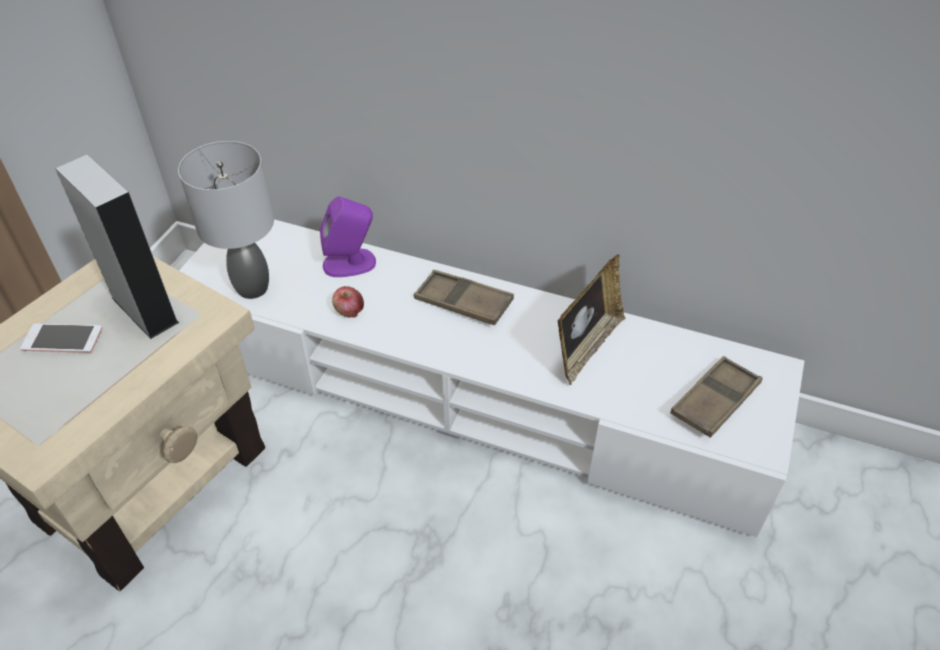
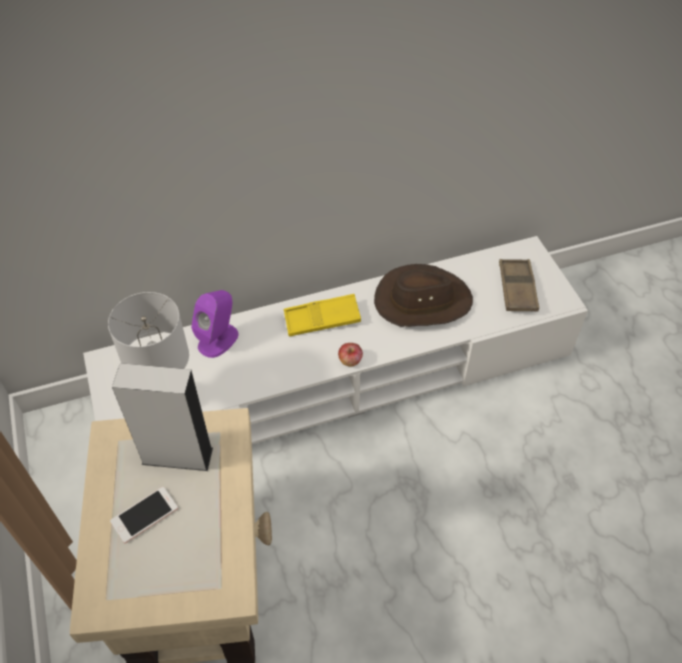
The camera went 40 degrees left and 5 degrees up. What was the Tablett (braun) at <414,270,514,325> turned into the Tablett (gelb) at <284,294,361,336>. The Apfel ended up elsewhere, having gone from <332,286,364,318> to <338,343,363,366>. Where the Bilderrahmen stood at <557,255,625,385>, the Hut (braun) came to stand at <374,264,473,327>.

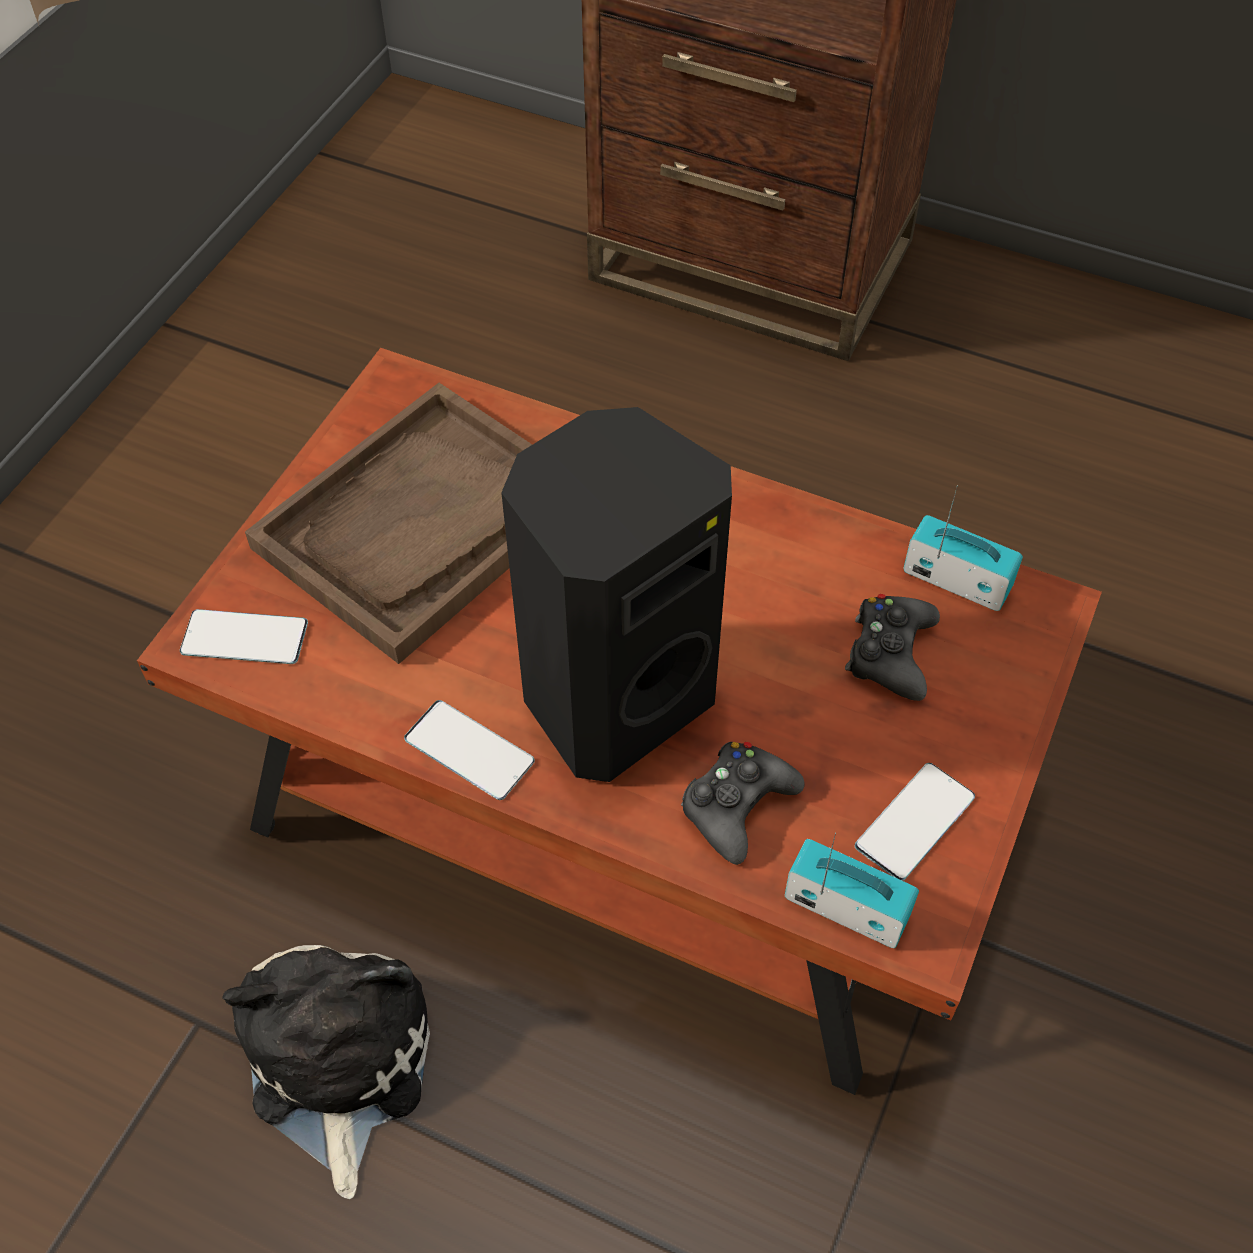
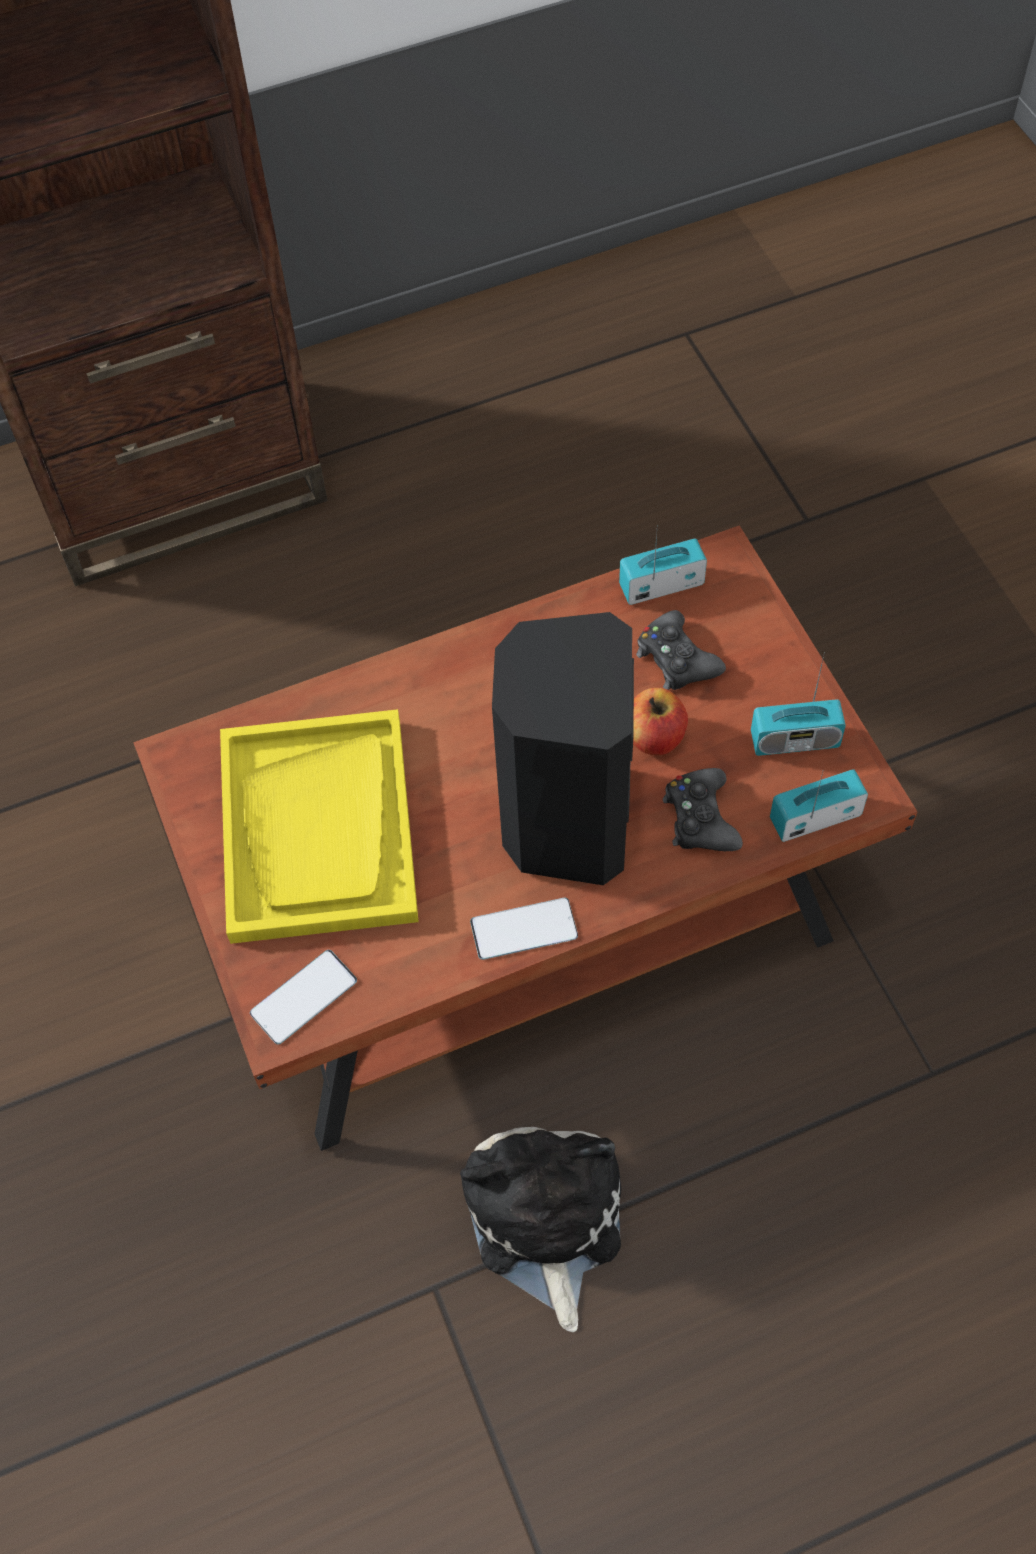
The camera went 45 degrees left and 5 degrees up. What was the Tablett (braun) at <245,383,532,664> turned into the Tablett (gelb) at <220,709,419,944>. The Plüschtier at <222,945,430,1199> ended up facing another way, 45 degrees clockwise from before. The second view gained the Apfel at <633,688,688,755>. Where the Handy stood at <855,763,975,881>, the Radio came to stand at <751,652,846,756>.

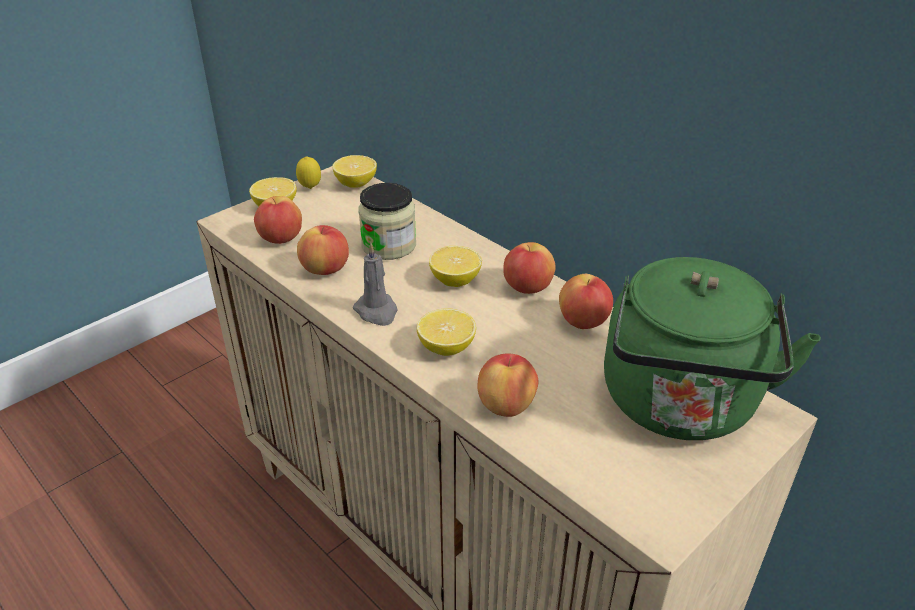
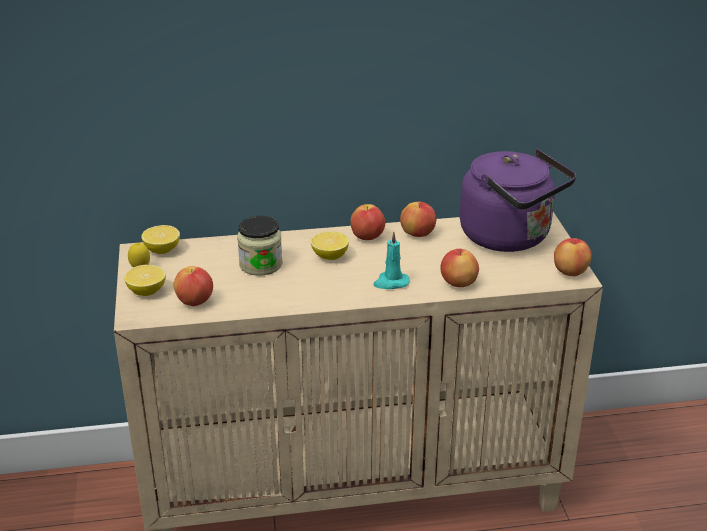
The camera went 55 degrees left and 5 degrees down. Where the Zitrone stood at <417,308,476,356>, the Kerze (türkis) came to stand at <373,231,410,289>. What was the Wasserkessel (grün) at <604,257,821,440> turned into the Wasserkessel (lila) at <460,149,576,252>. The Apfel ended up elsewhere, having gone from <297,225,349,275> to <554,238,592,276>. The second view lost the Kerze (grau) at <353,242,397,326>.

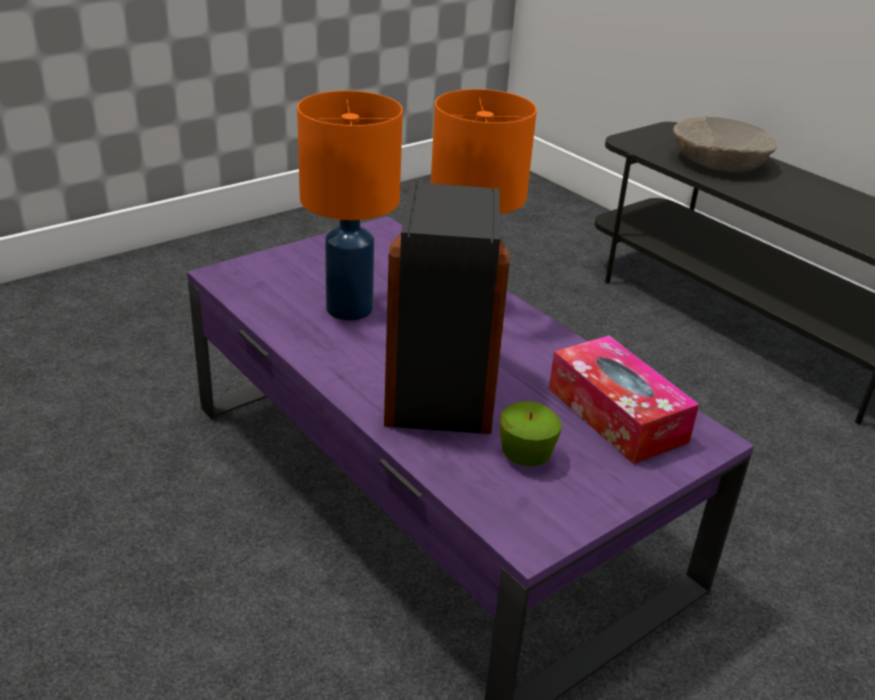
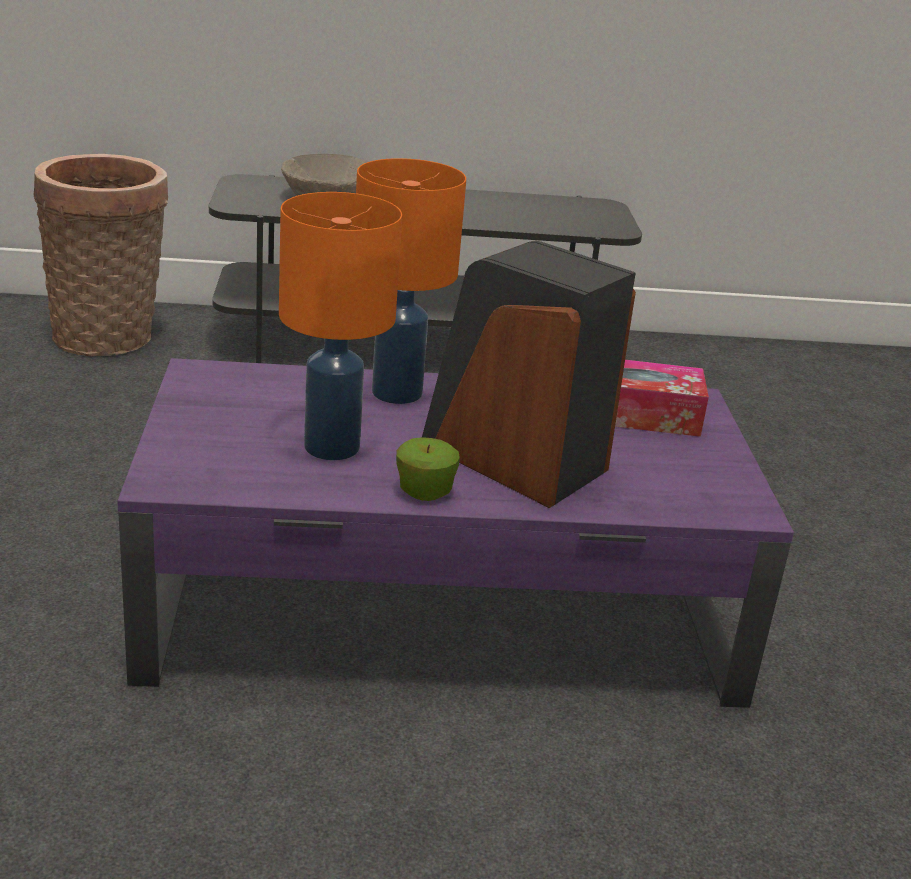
The camera went 55 degrees left and 5 degrees down. The second view gained the Korb at <34,154,168,357>. The Apfel ended up elsewhere, having gone from <500,401,562,466> to <396,437,460,501>.

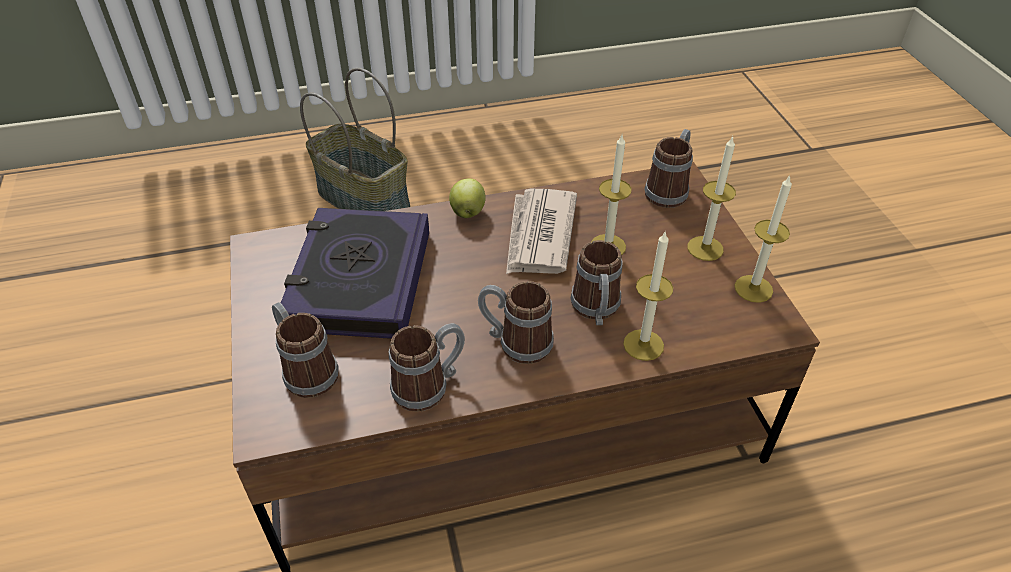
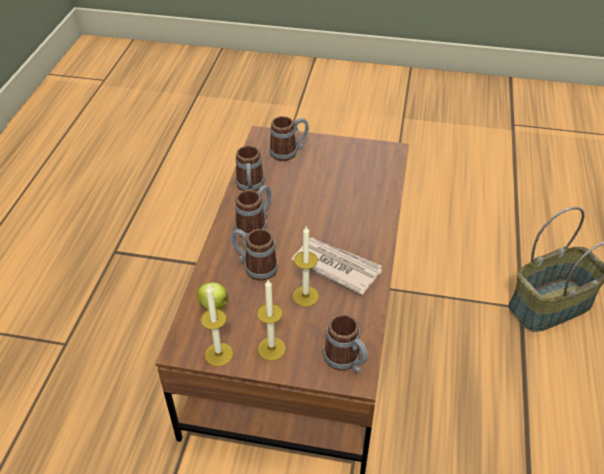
The camera went 115 degrees right and 0 degrees up. The Apfel ended up elsewhere, having gone from <449,178,486,218> to <197,282,228,310>. The second view lost the Buch at <281,208,429,339>. The second view lost the Kerze at <623,230,673,361>.

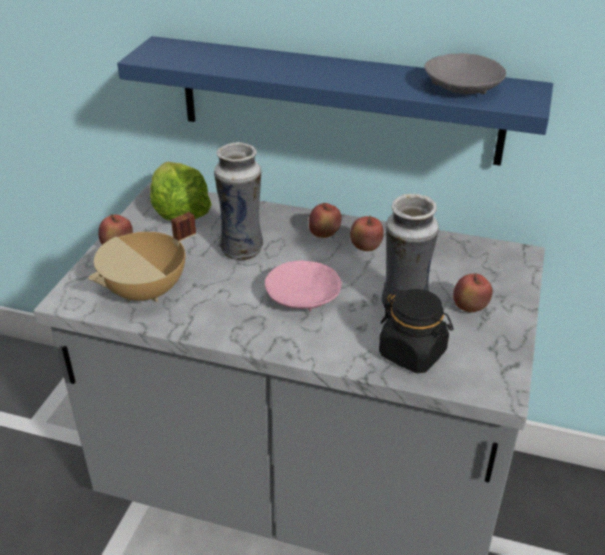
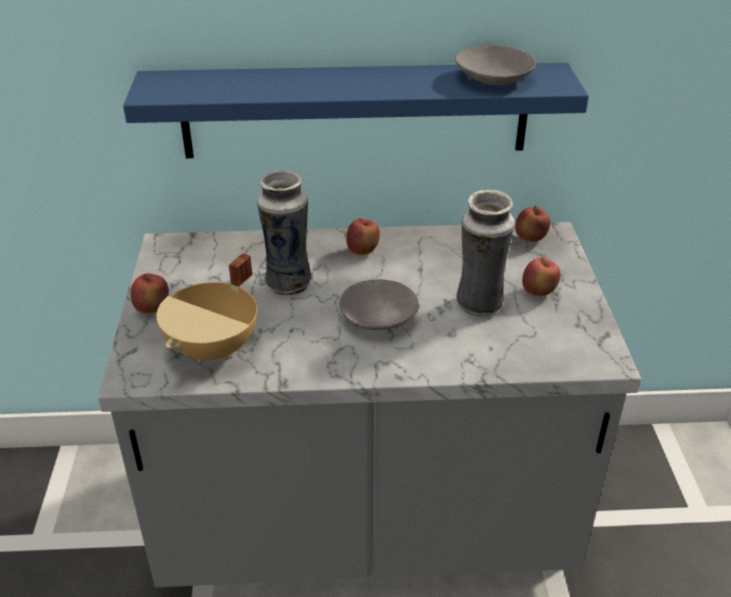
The camera went 20 degrees left and 0 degrees up. What was the Schüssel (rosa) at <265,260,342,311> turned into the Schüssel (grau) at <339,279,419,330>. The Apfel ended up elsewhere, having gone from <350,216,384,251> to <515,206,550,242>. The second view lost the Salatkopf at <150,162,212,221>. The second view lost the Vorratsglas (schwarz) at <379,289,453,373>.

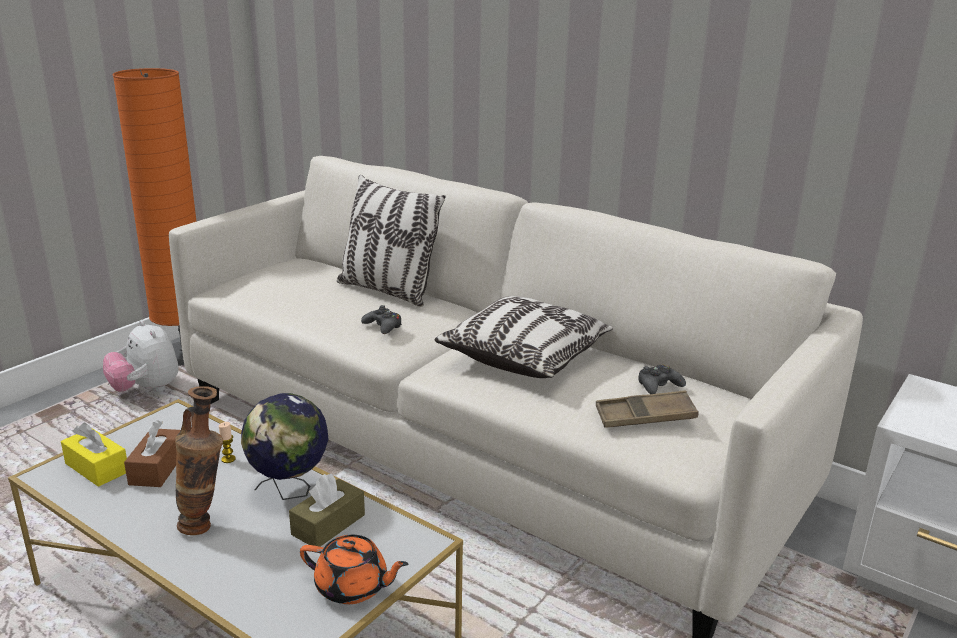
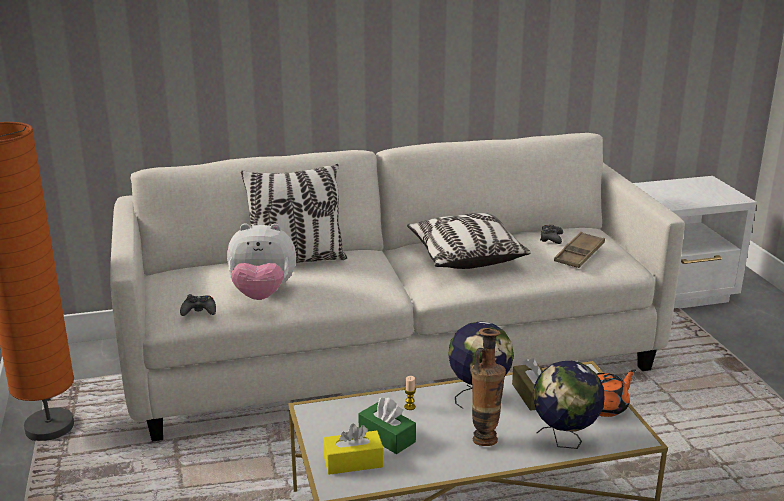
The camera went 50 degrees left and 0 degrees up. The Gamepad (schwarz) ended up elsewhere, having gone from <361,305,402,334> to <180,294,216,316>. The Plüschtier ended up elsewhere, having gone from <103,320,178,392> to <227,223,296,300>. What was the Taschentuchbox (braun) at <124,420,181,487> turned into the Taschentuchbox (grün) at <358,397,416,454>. The second view gained the Globus at <533,361,605,449>.

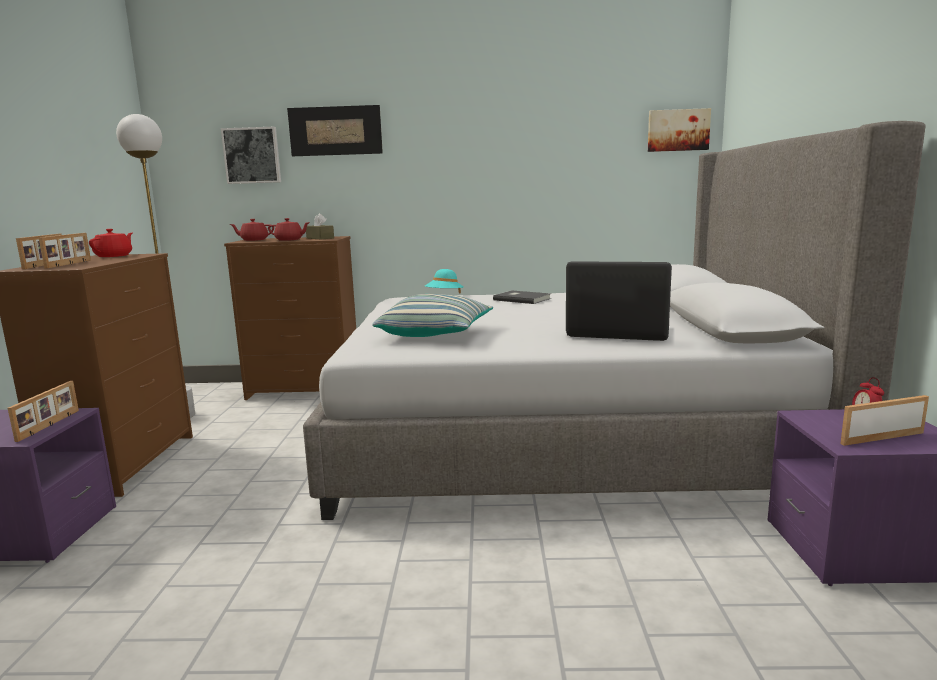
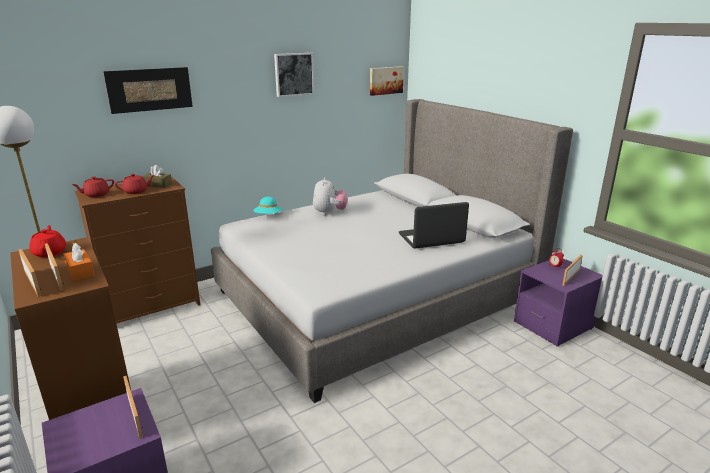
The camera went 35 degrees left and 10 degrees up. The second view gained the Taschentuchbox (orange) at <63,243,95,281>. The Bild ended up elsewhere, having gone from <221,127,281,184> to <274,53,314,97>. Where the Buch (grau) stood at <493,290,551,304>, the Plüschtier came to stand at <313,177,348,215>. The second view lost the Kissen at <372,294,493,337>.

